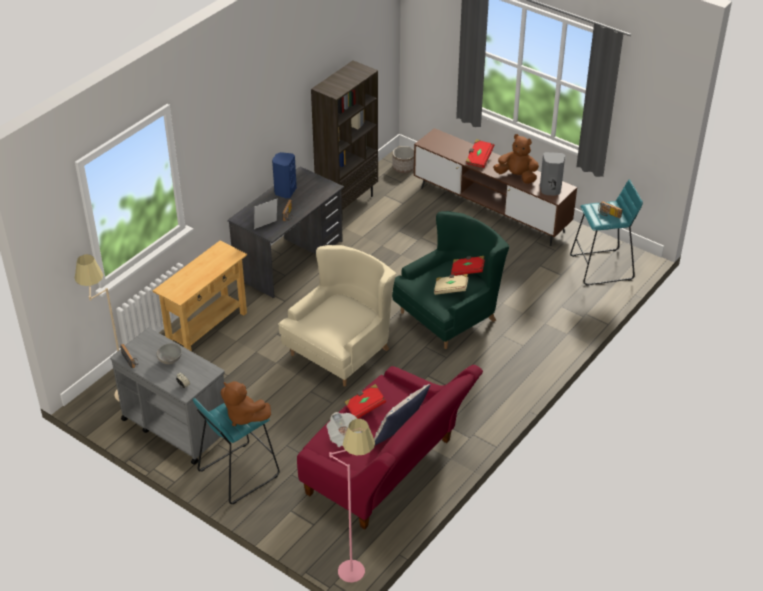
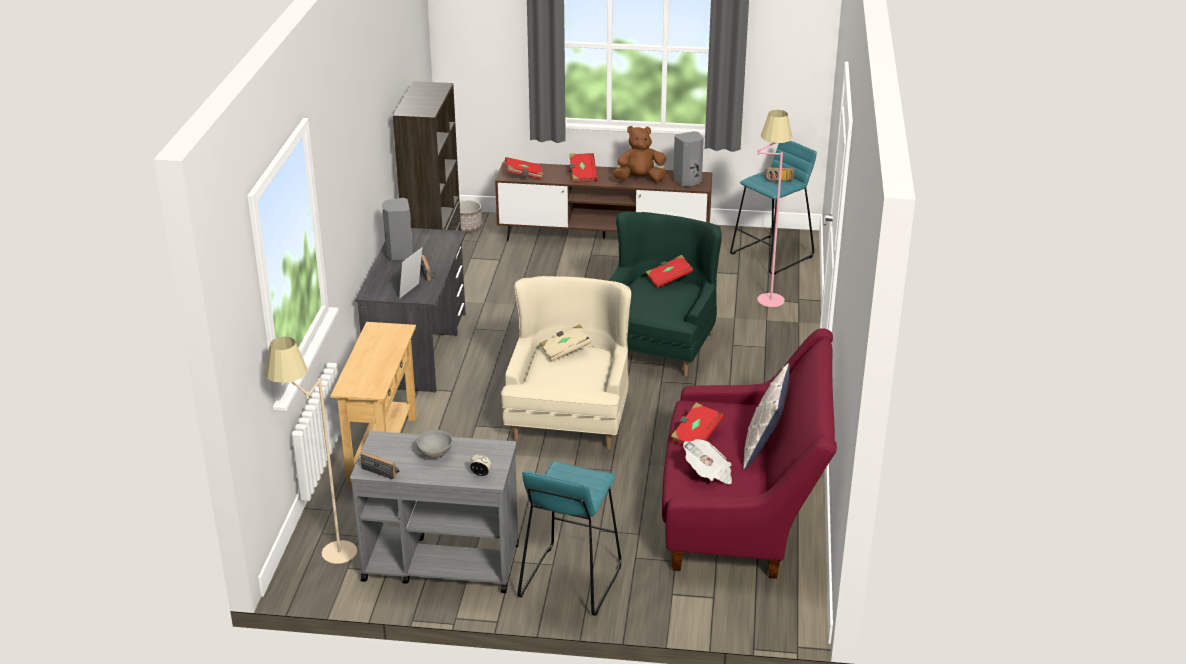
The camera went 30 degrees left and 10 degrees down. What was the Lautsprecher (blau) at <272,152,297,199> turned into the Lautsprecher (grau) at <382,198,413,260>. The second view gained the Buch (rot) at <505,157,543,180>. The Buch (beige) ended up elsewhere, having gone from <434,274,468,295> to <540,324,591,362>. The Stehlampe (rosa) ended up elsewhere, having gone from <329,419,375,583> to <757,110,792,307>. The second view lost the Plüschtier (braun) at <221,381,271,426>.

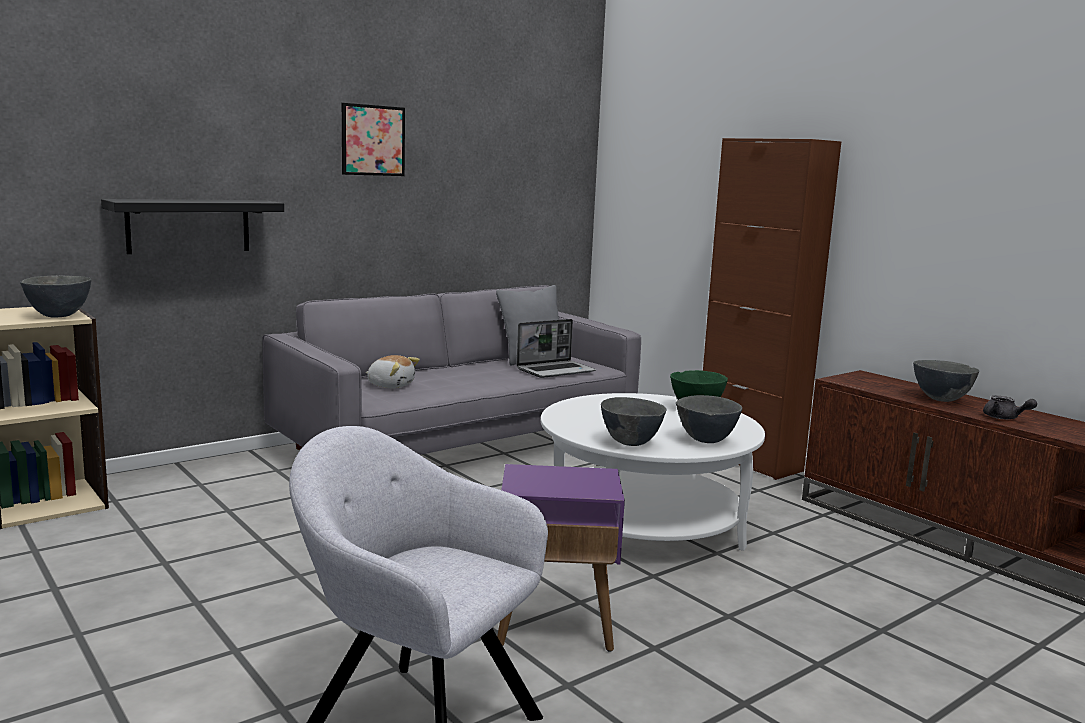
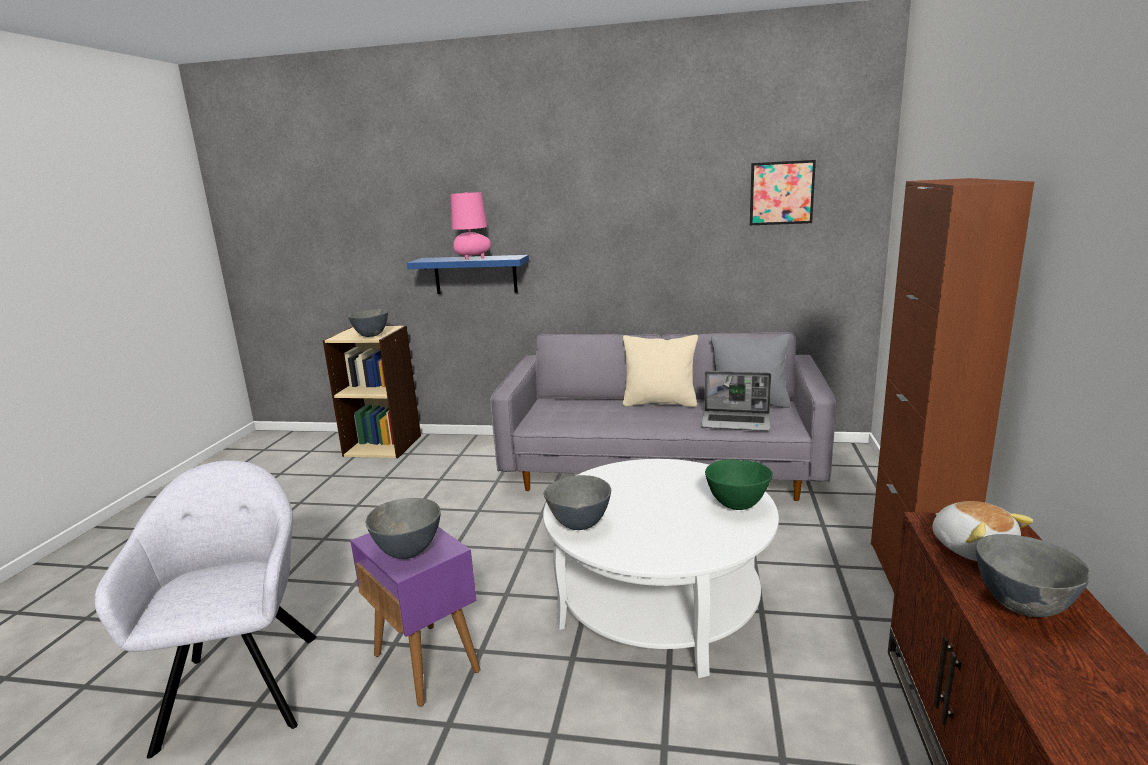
The camera went 50 degrees right and 5 degrees up. The Schüssel (grau) ended up elsewhere, having gone from <676,395,742,443> to <366,498,441,559>. What was the Wandregal (schwarz) at <101,199,284,254> turned into the Wandregal (blau) at <407,255,529,294>. The second view gained the Tischlampe (rosa) at <451,192,491,260>. The second view gained the Kissen (beige) at <623,335,698,407>. The Bild ended up elsewhere, having gone from <342,103,405,176> to <750,160,816,225>. The Plüschtier ended up elsewhere, having gone from <366,355,420,388> to <933,501,1034,561>. The second view lost the Teekanne (grau) at <983,396,1037,419>.

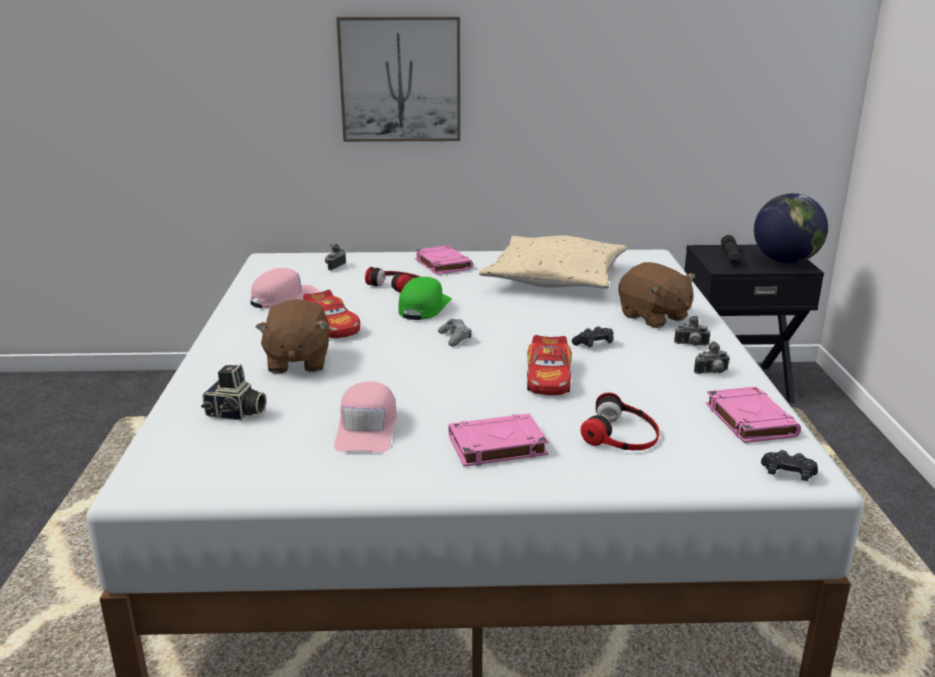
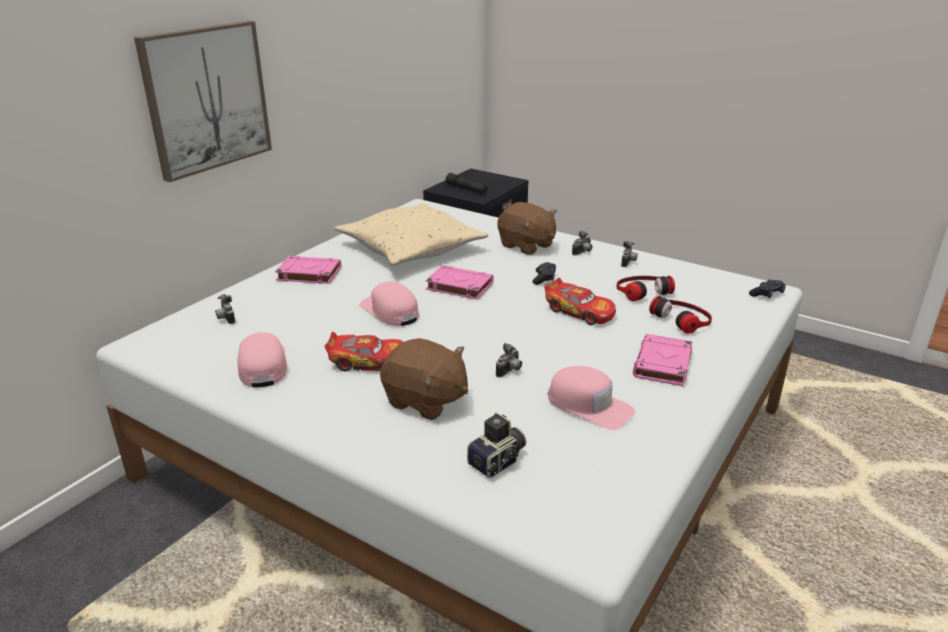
The camera went 55 degrees left and 5 degrees up. What was the Kappe (grün) at <398,277,452,320> turned into the Kappe (rosa) at <359,282,419,326>. The Buch (rosa) ended up elsewhere, having gone from <706,386,801,443> to <425,265,494,300>. The second view gained the Kamera at <496,343,522,377>. The Plüschtier (braun) at <619,262,695,328> ended up facing another way, 45 degrees clockwise from before. The Kopfhörer ended up elsewhere, having gone from <365,267,420,292> to <617,276,675,301>. The second view lost the Gamepad (grau) at <438,319,471,346>. The second view lost the Globus at <754,193,828,264>.

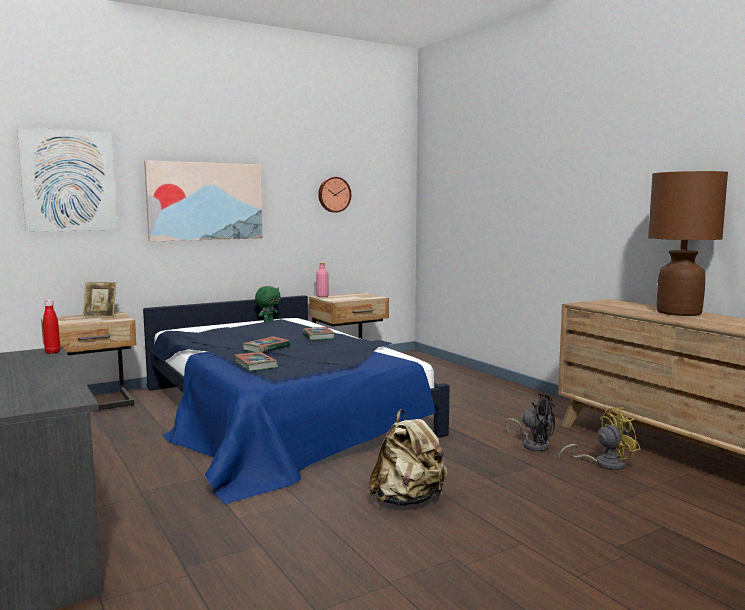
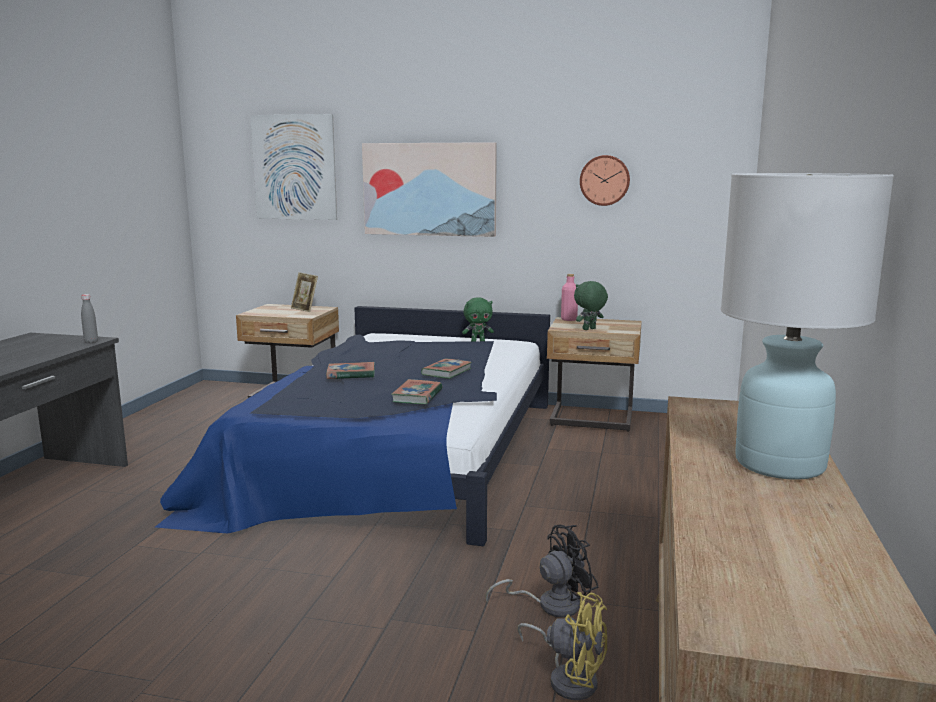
The camera went 45 degrees right and 5 degrees up. What was the Flasche (rot) at <43,300,60,354> turned into the Flasche (grau) at <81,294,98,343>. The Buch ended up elsewhere, having gone from <234,352,279,371> to <391,379,442,404>. The Ventilator (schwarz) at <505,394,555,451> ended up facing another way, 105 degrees counterclockwise from before. The second view gained the Plüschtier (grün) at <574,281,608,330>. What was the Tischlampe (braun) at <648,171,728,316> turned into the Tischlampe (weiß) at <721,173,894,480>. The second view lost the Rucksack (beige) at <368,409,448,506>.

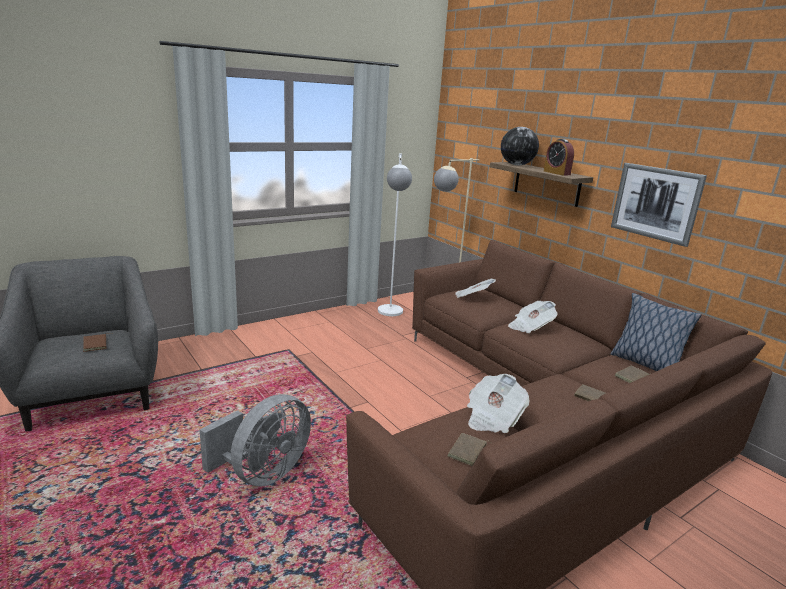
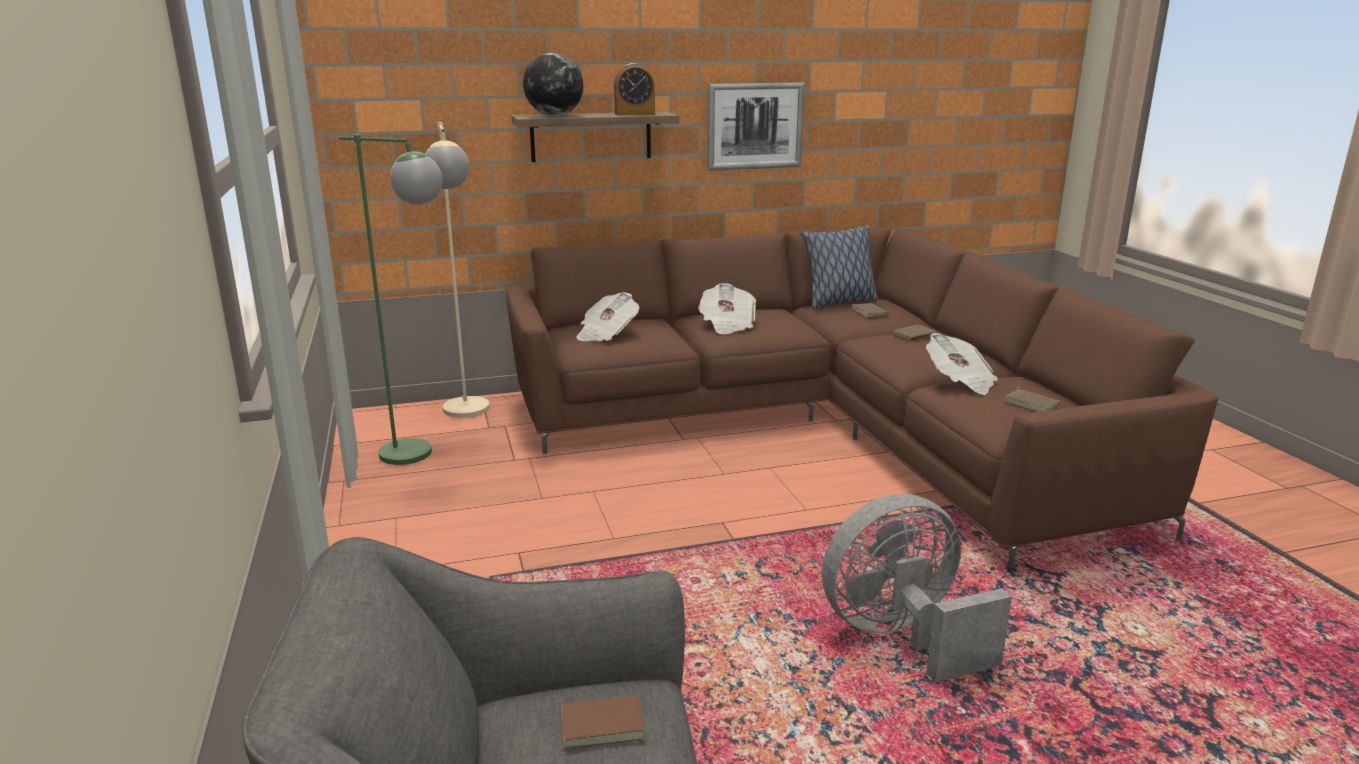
The camera went 70 degrees left and 0 degrees up. What was the Stehlampe (weiß) at <378,154,412,316> turned into the Stehlampe (grün) at <339,134,442,465>. The Ventilator (grau) at <199,394,311,486> ended up facing another way, 75 degrees counterclockwise from before.

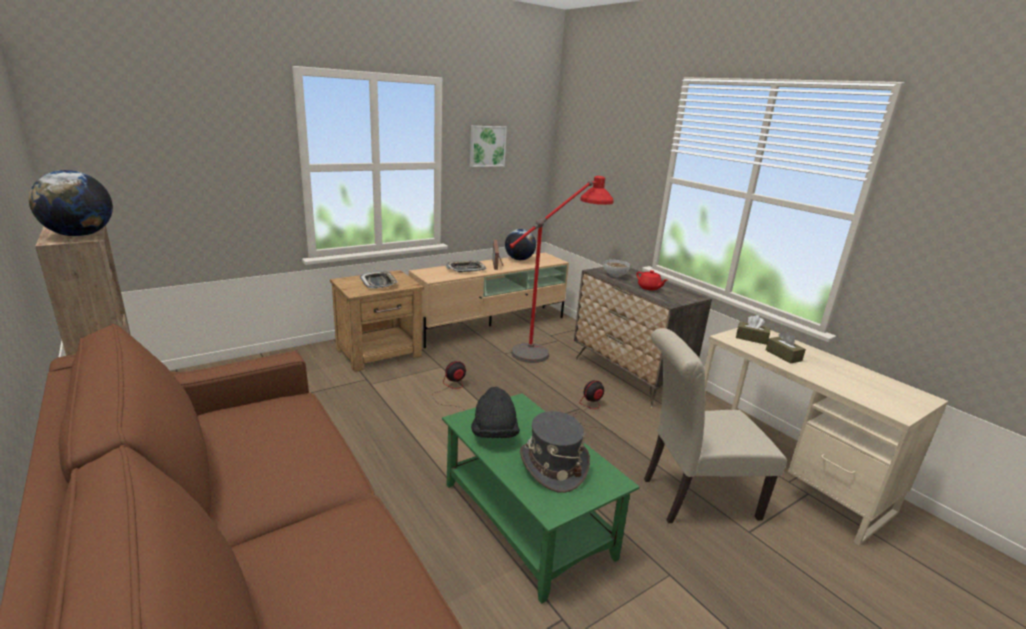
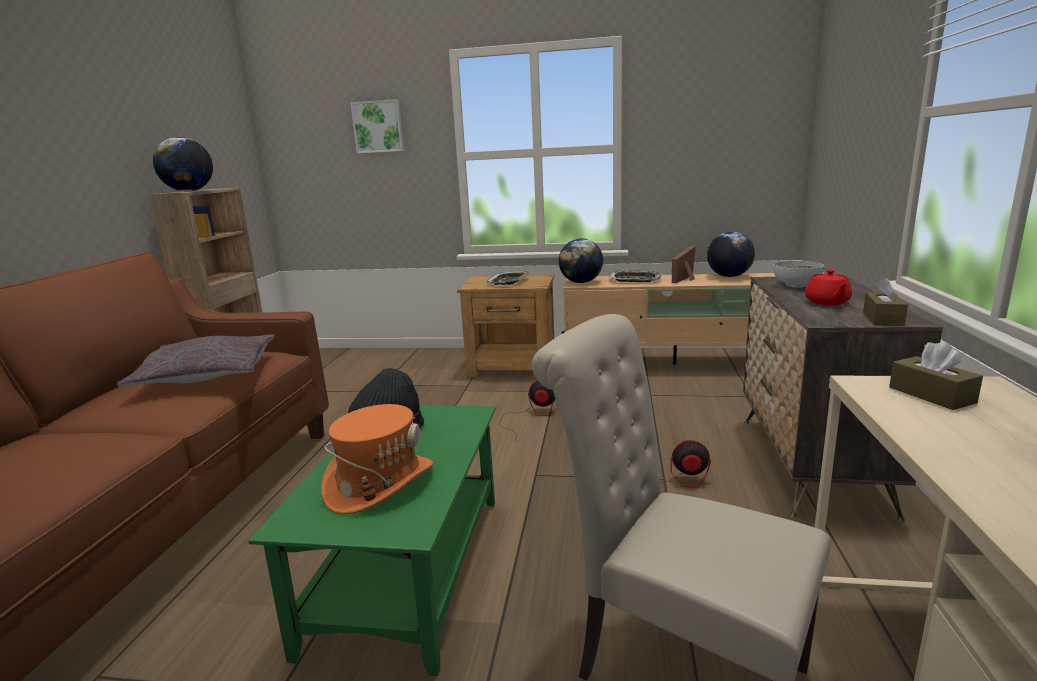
The camera went 45 degrees right and 5 degrees down. The second view gained the Kissen (grau) at <117,334,274,387>. What was the Hut (grau) at <520,411,590,493> turned into the Hut (orange) at <321,404,433,515>. The Bild ended up elsewhere, having gone from <470,126,507,167> to <350,99,404,153>. The second view gained the Globus at <559,238,603,283>. The Taschentuchbox (braun) ended up elsewhere, having gone from <766,331,806,364> to <863,277,908,326>. The second view lost the Stehlampe (rot) at <509,176,614,363>.

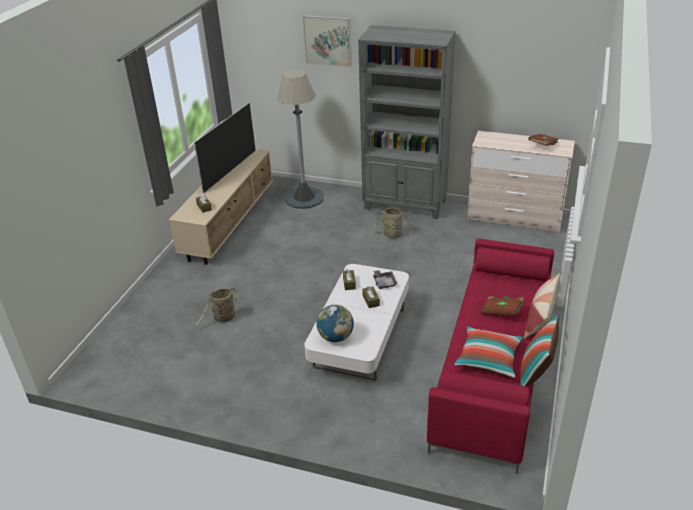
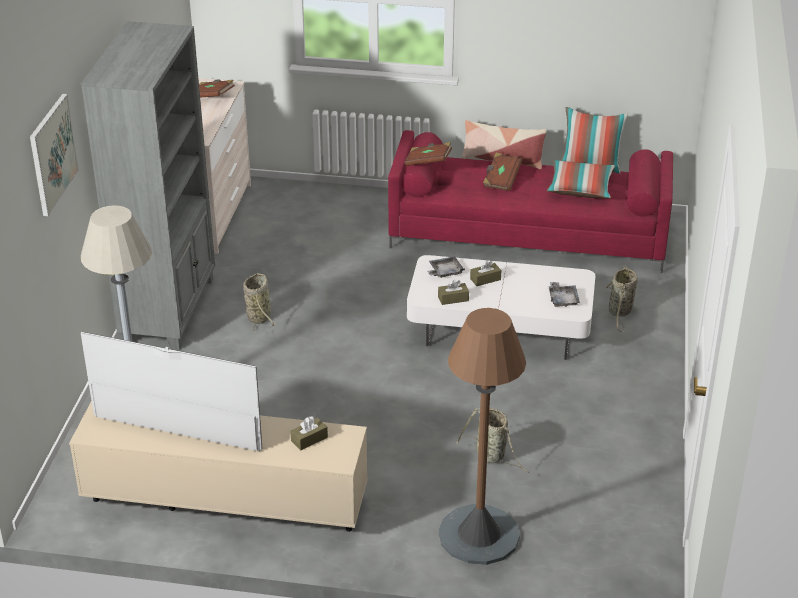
The camera went 100 degrees left and 0 degrees up. The second view gained the Buch (braun) at <405,142,452,166>. The second view gained the Stehlampe (braun) at <438,308,526,565>. Where the Globus stood at <316,305,354,342>, the Tablett (grau) came to stand at <549,282,580,307>. The second view gained the Korb at <605,265,638,332>.

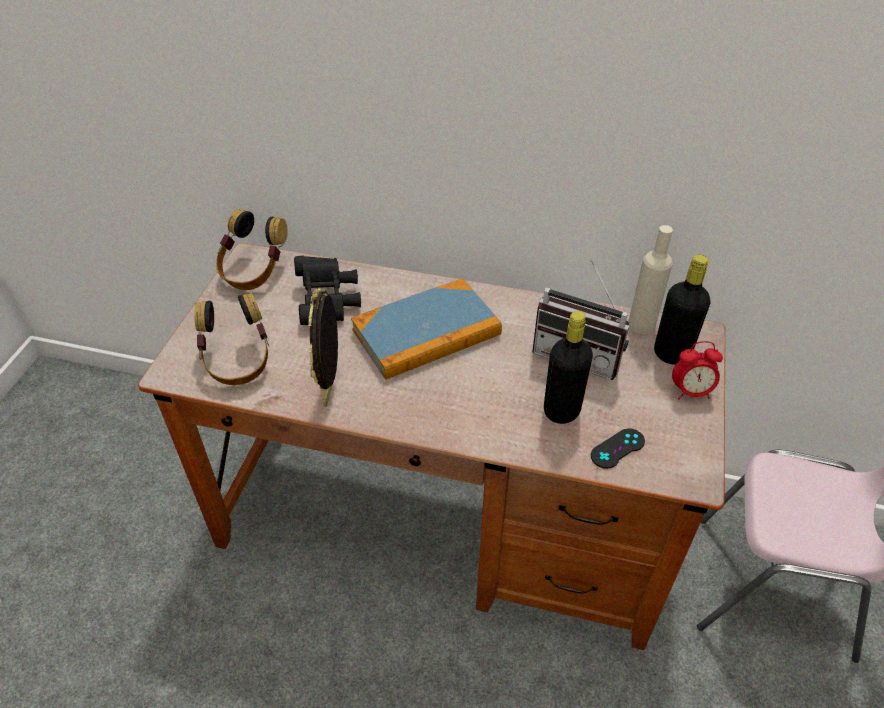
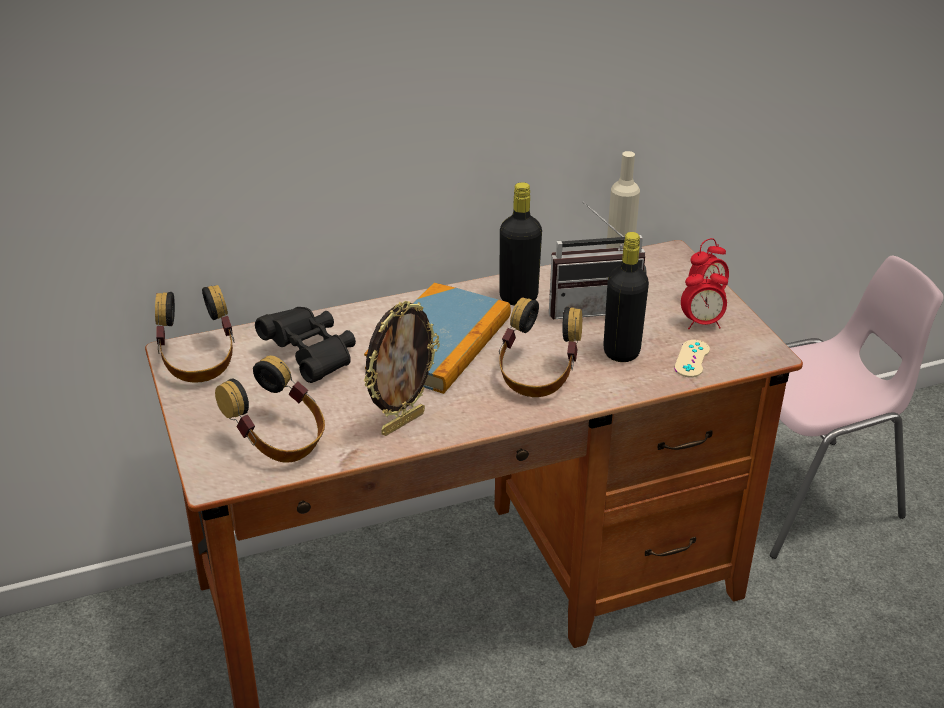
The camera went 35 degrees left and 10 degrees down. The Bilderrahmen at <308,288,338,407> ended up facing another way, 105 degrees counterclockwise from before. The Flasche (schwarz) ended up elsewhere, having gone from <654,255,710,365> to <499,182,542,306>. The second view gained the Kopfhörer at <499,297,582,397>. What was the Gamepad (schwarz) at <591,428,645,469> turned into the Gamepad (beige) at <674,340,710,377>. The second view gained the Wecker at <681,264,728,329>.

